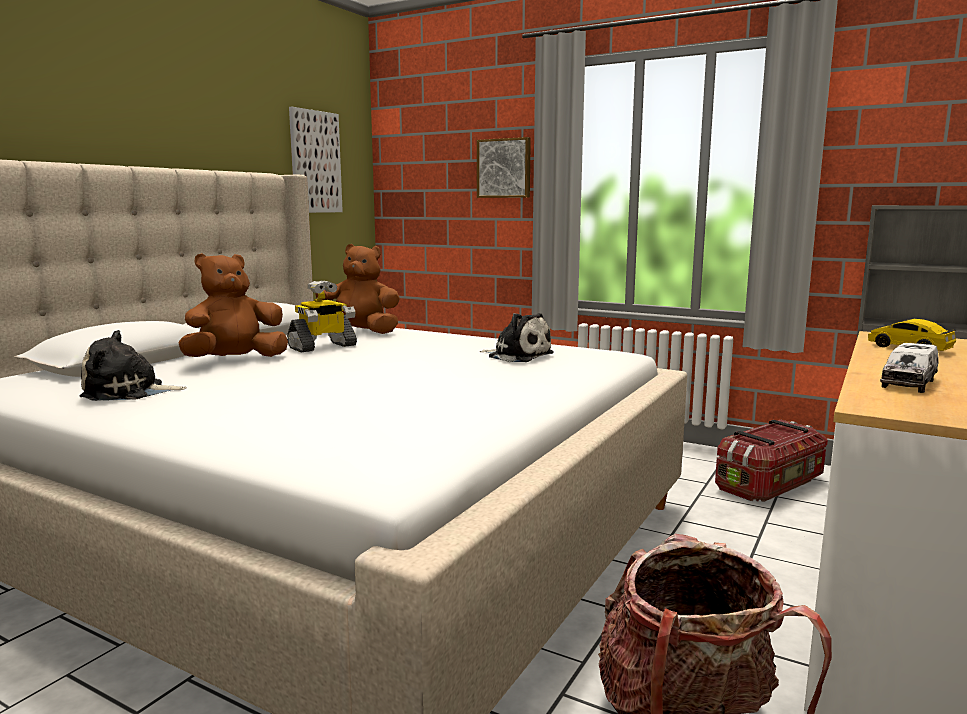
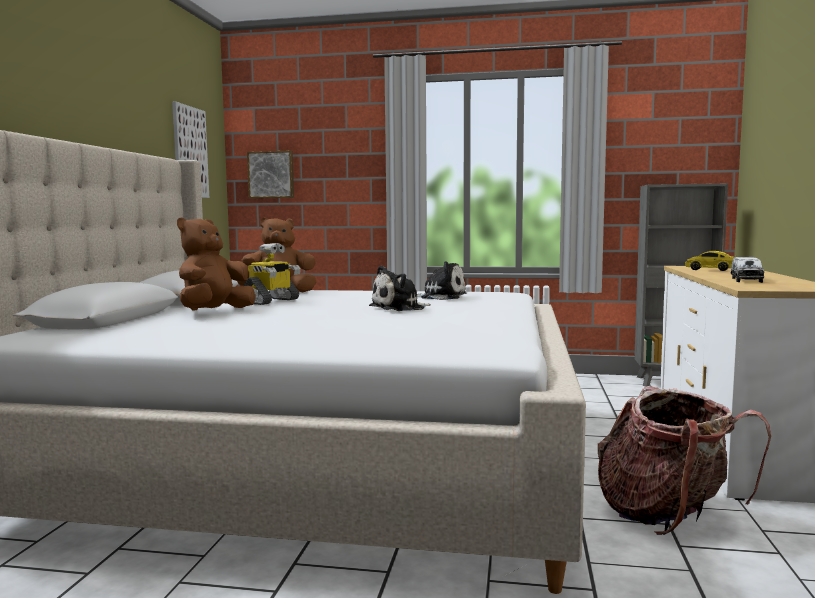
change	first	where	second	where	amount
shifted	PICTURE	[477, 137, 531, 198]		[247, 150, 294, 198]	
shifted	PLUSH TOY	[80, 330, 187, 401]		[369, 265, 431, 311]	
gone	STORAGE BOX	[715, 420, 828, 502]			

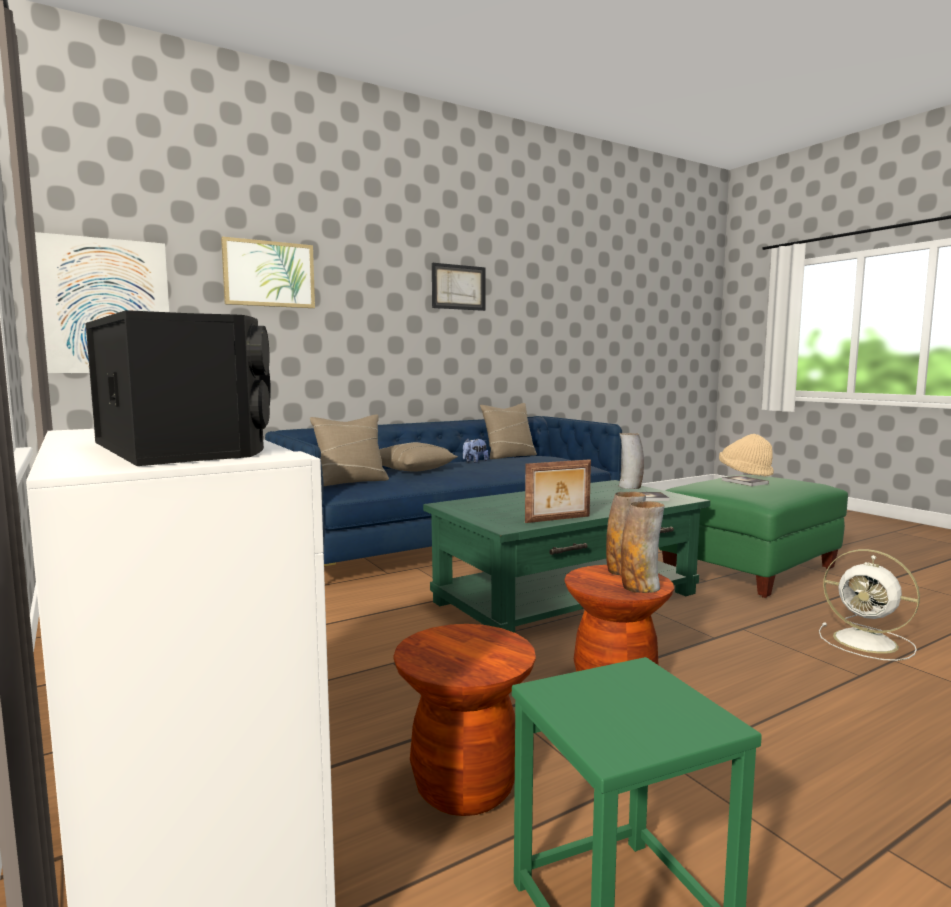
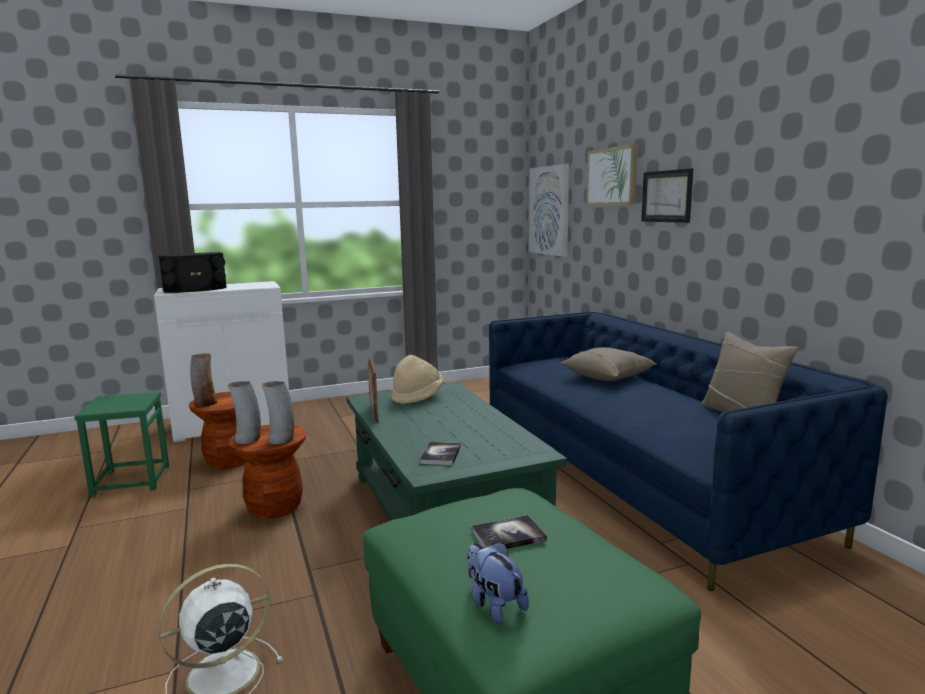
change	first	where	second	where	amount
shifted	VASE	[619, 433, 644, 489]		[190, 353, 217, 407]	
shifted	BEIGE HAT	[719, 434, 774, 476]		[392, 355, 443, 404]	
shifted	PLUSH TOY	[463, 439, 489, 463]		[467, 542, 529, 624]	
shifted	PICTURE	[432, 263, 485, 311]		[641, 168, 693, 223]	
gone	BEIGE PILLOW	[310, 414, 389, 487]			

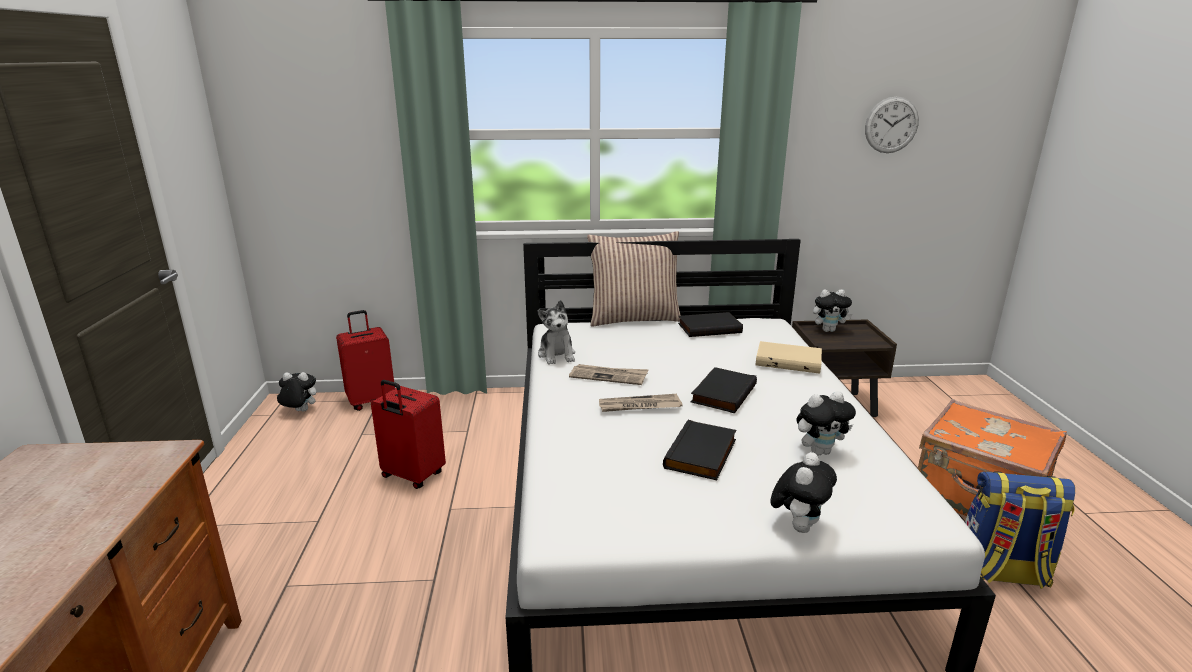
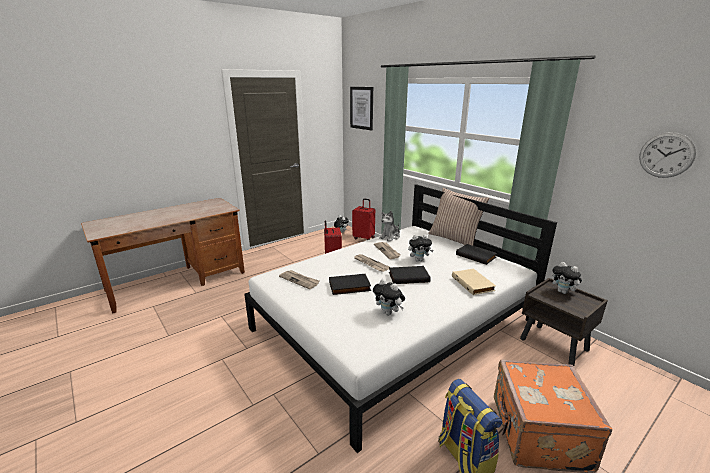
change	first	where	second	where	amount
new			NEWSPAPER	[279, 270, 320, 289]	
new			PICTURE	[350, 87, 373, 131]	
shifted	PLUSH TOY	[771, 452, 837, 533]		[408, 235, 433, 261]	

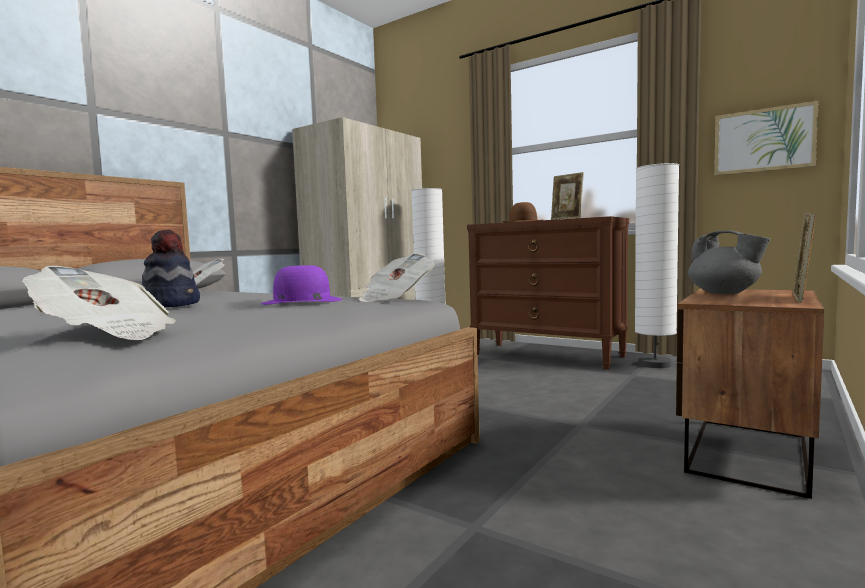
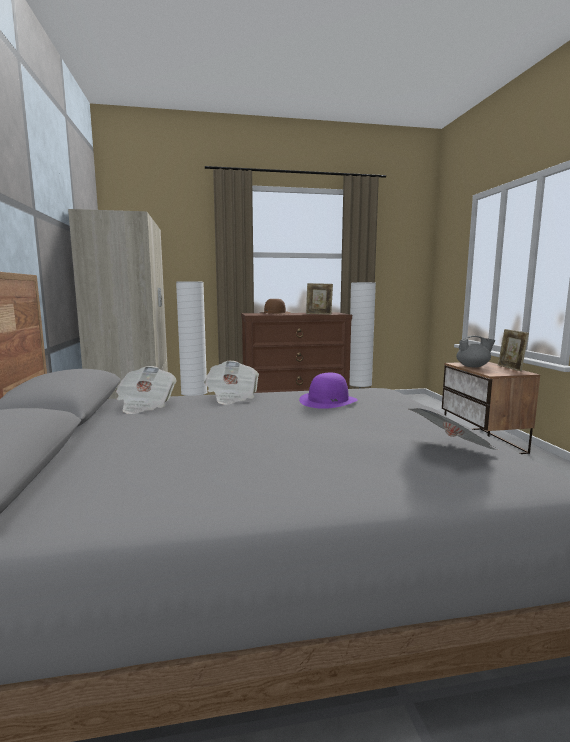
change	first	where	second	where	amount
shifted	NEWSPAPER	[359, 253, 435, 302]		[204, 361, 259, 405]	
gone	HAT	[142, 230, 200, 307]			
gone	PICTURE	[714, 100, 819, 176]			

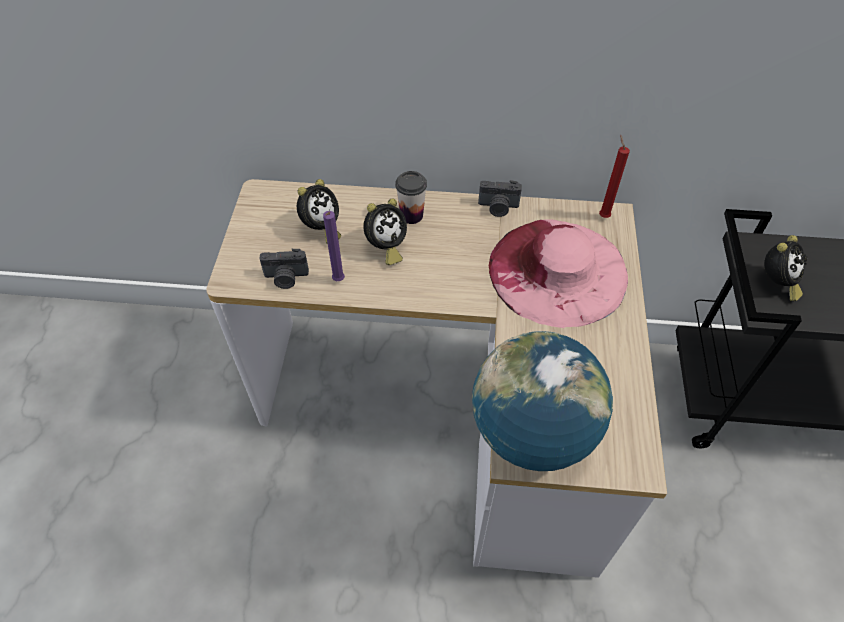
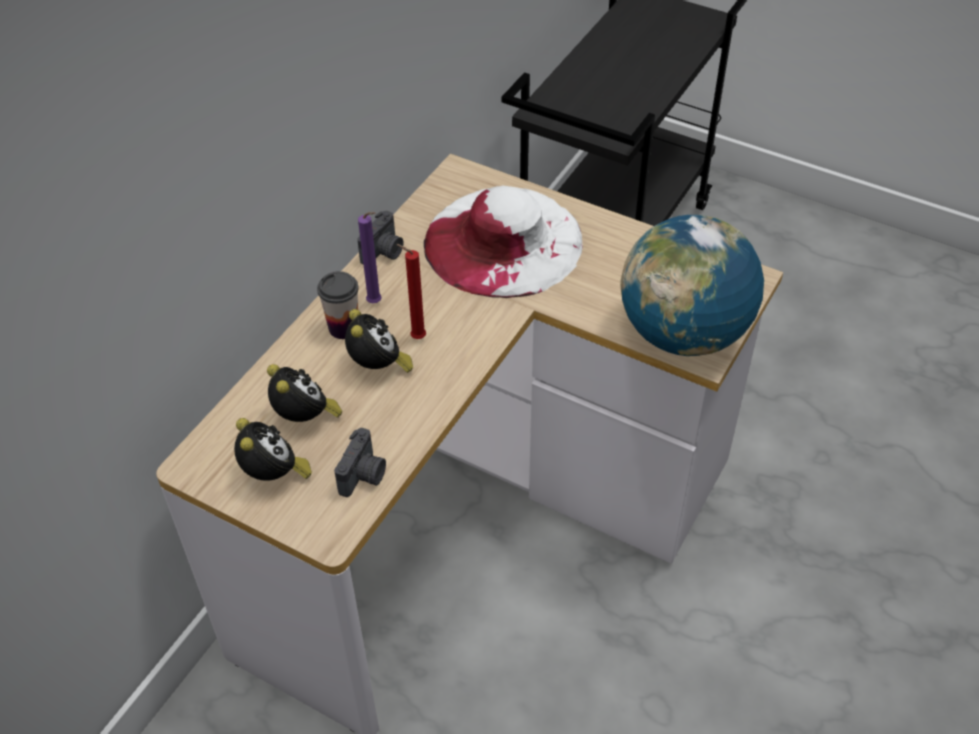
change	first	where	second	where	amount
shifted	ALARM CLOCK	[764, 235, 807, 301]		[234, 418, 312, 481]	
shifted	PURPLE CANDLE	[323, 211, 345, 281]		[358, 212, 381, 303]	
shifted	RED CANDLE	[599, 135, 630, 218]		[397, 244, 426, 339]	
repainted	PINK HAT	[489, 219, 628, 328]	WHITE HAT	[424, 186, 583, 298]	

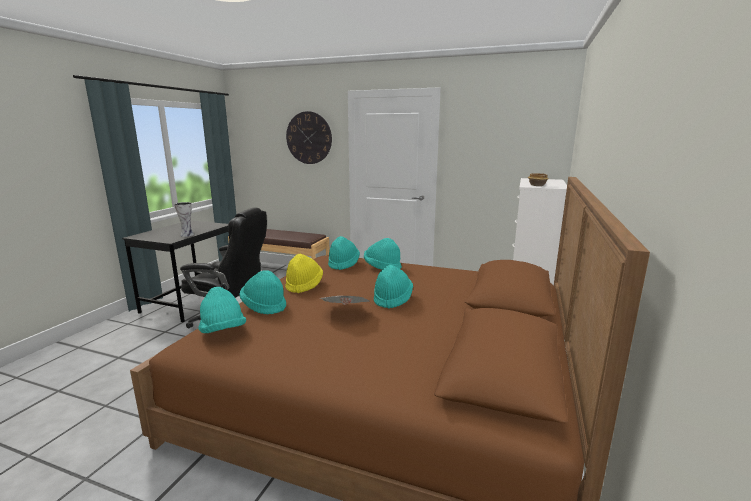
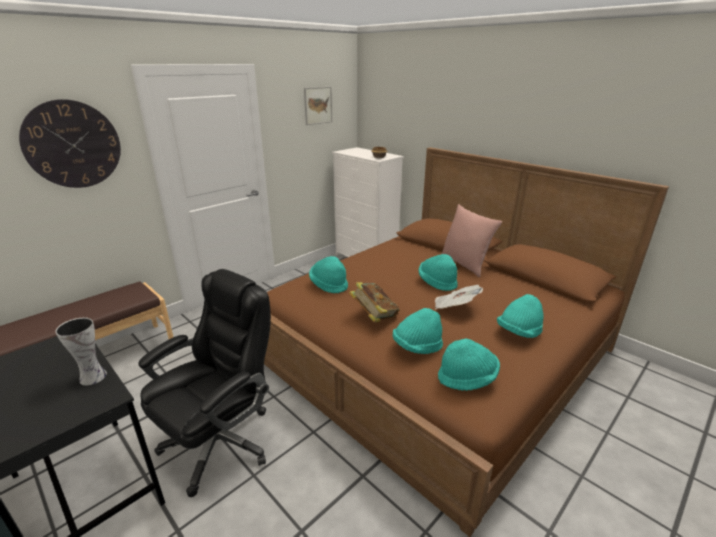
change	first	where	second	where	amount
new			PICTURE	[304, 87, 332, 125]	
swapped	YELLOW HAT	[285, 254, 323, 293]	BOOK	[349, 282, 400, 323]	
new			PINK PILLOW	[442, 204, 502, 277]	
shifted	TURQUOISE HAT	[364, 238, 402, 270]		[497, 294, 544, 338]	

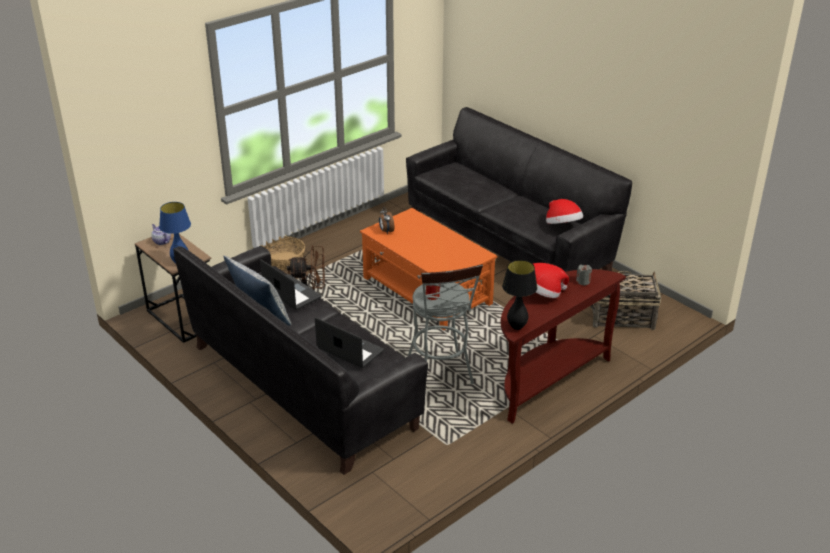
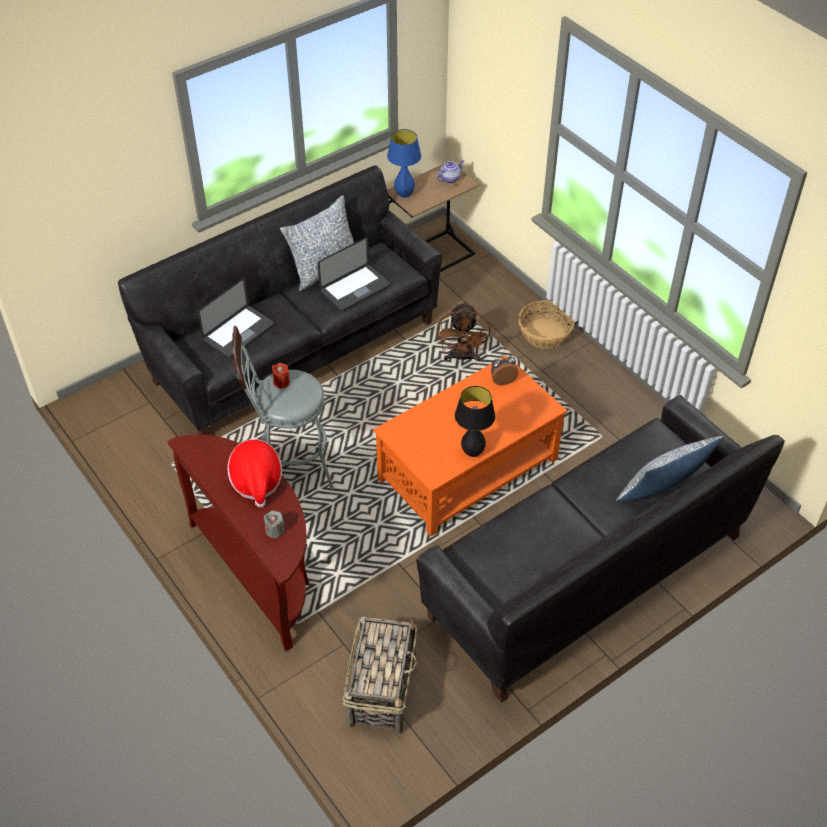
change	first	where	second	where	amount
shifted	BLACK TABLE LAMP	[502, 260, 538, 330]		[455, 386, 495, 457]	
new			PILLOW	[616, 436, 723, 502]	
gone	HAT	[546, 199, 583, 224]			

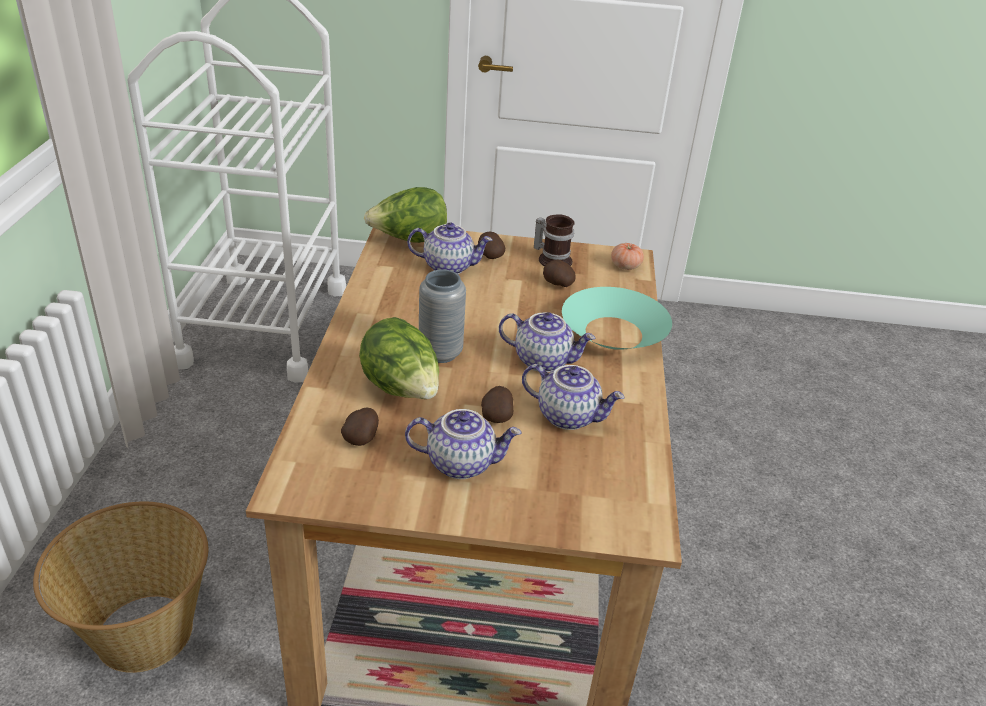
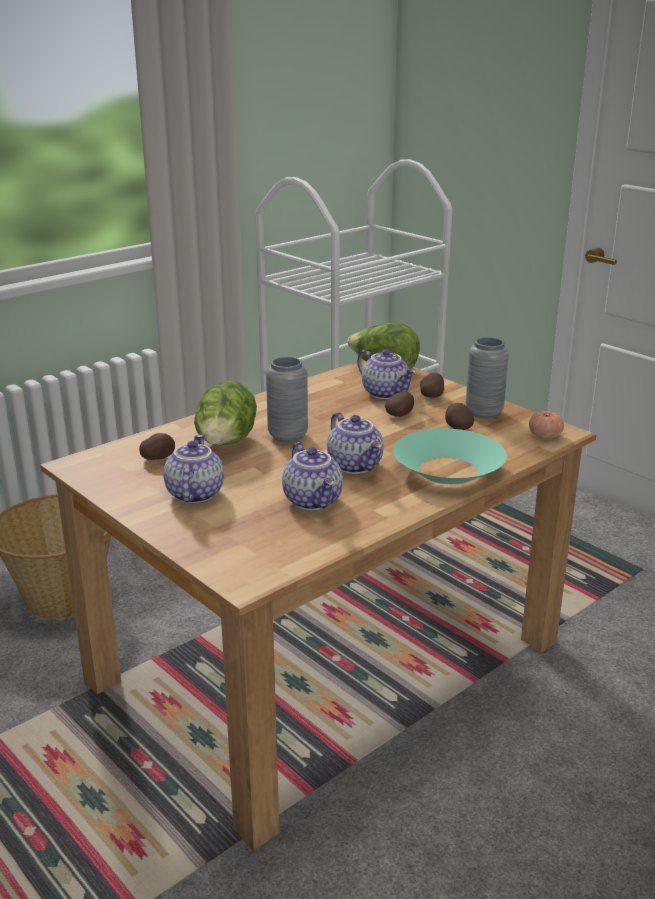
change	first	where	second	where	amount
rotated	TEAPOT	[405, 409, 522, 479]		[164, 435, 224, 503]	135 degrees counterclockwise
shifted	POTATO	[481, 386, 513, 423]		[385, 392, 414, 417]	
swapped	MUG	[534, 214, 575, 267]	GREY VASE	[466, 337, 509, 419]	

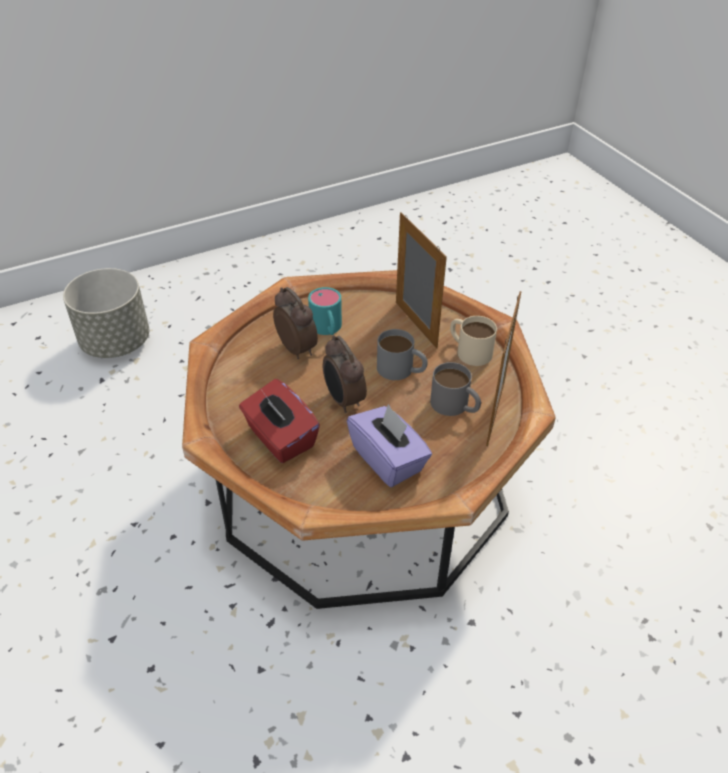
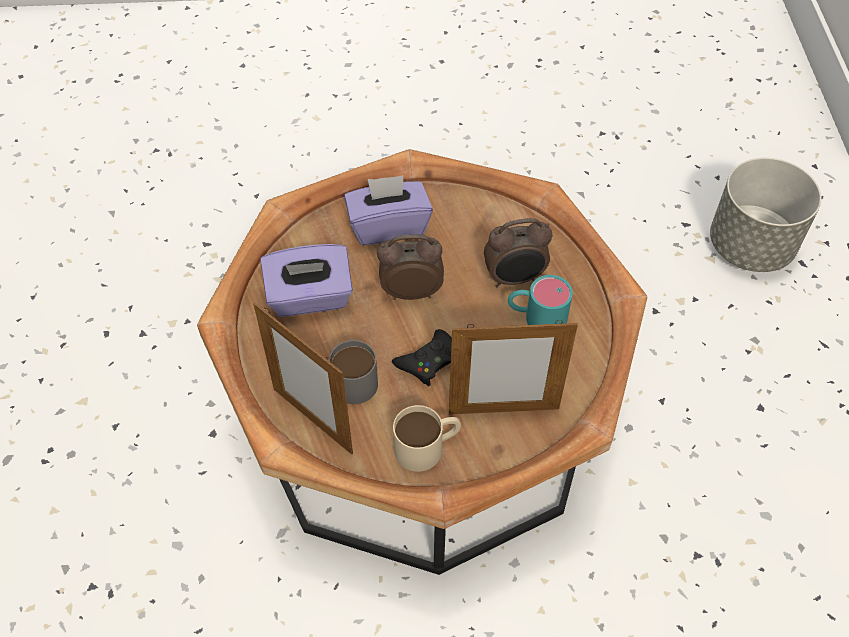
change	first	where	second	where	amount
repainted	RED TISSUE BOX	[239, 379, 320, 463]	PURPLE TISSUE BOX	[344, 175, 433, 245]	
swapped	GREY MUG	[377, 329, 428, 380]	BLACK GAME CONTROLLER	[392, 329, 452, 386]	

